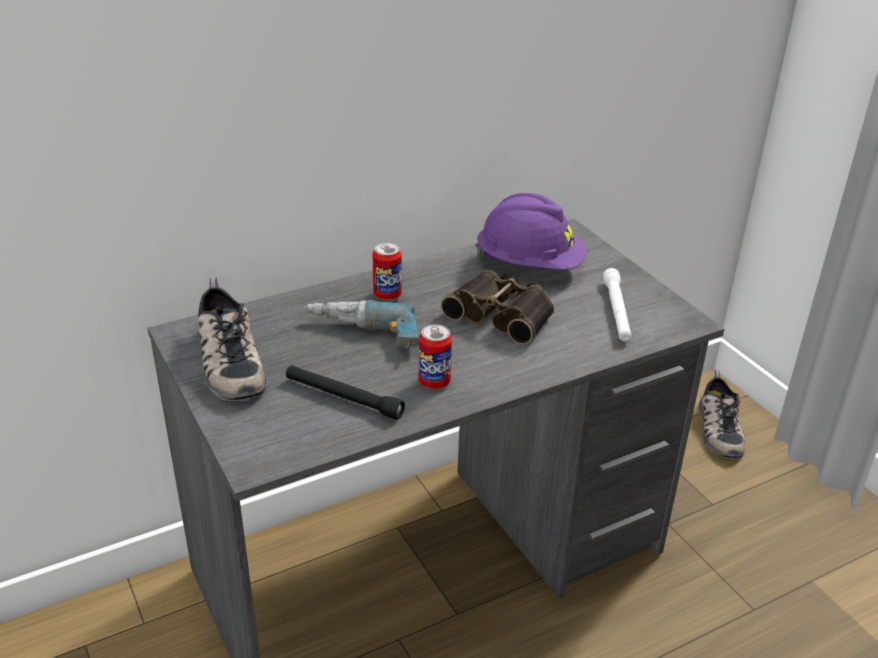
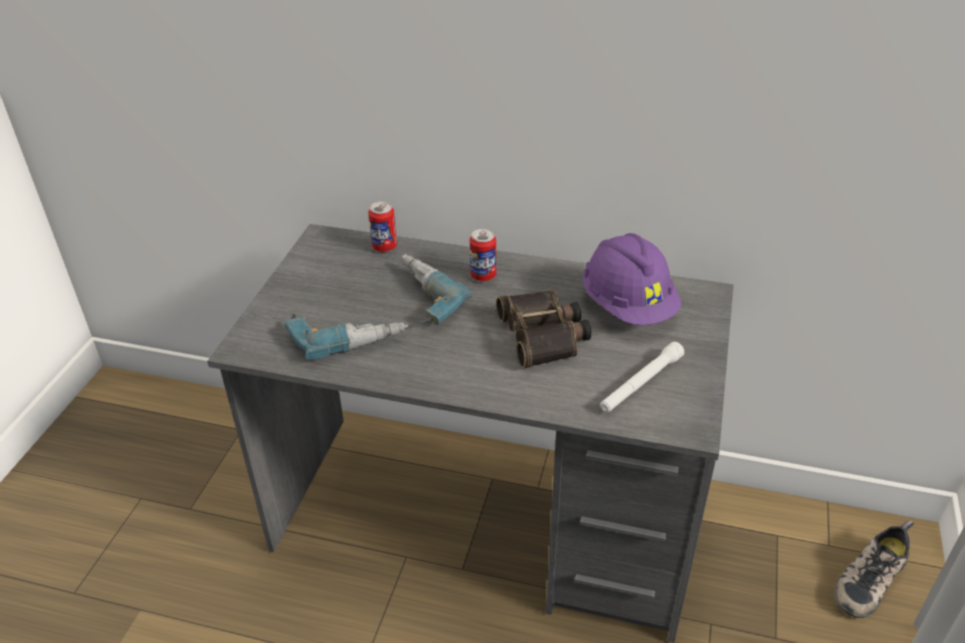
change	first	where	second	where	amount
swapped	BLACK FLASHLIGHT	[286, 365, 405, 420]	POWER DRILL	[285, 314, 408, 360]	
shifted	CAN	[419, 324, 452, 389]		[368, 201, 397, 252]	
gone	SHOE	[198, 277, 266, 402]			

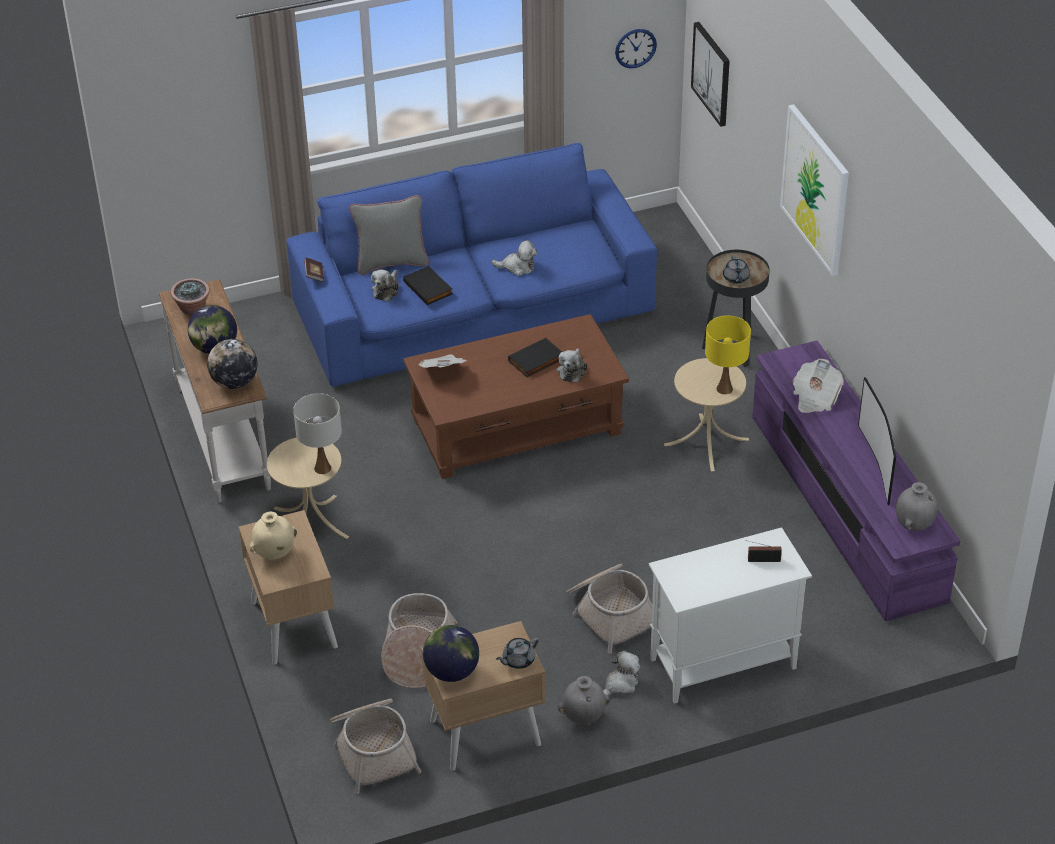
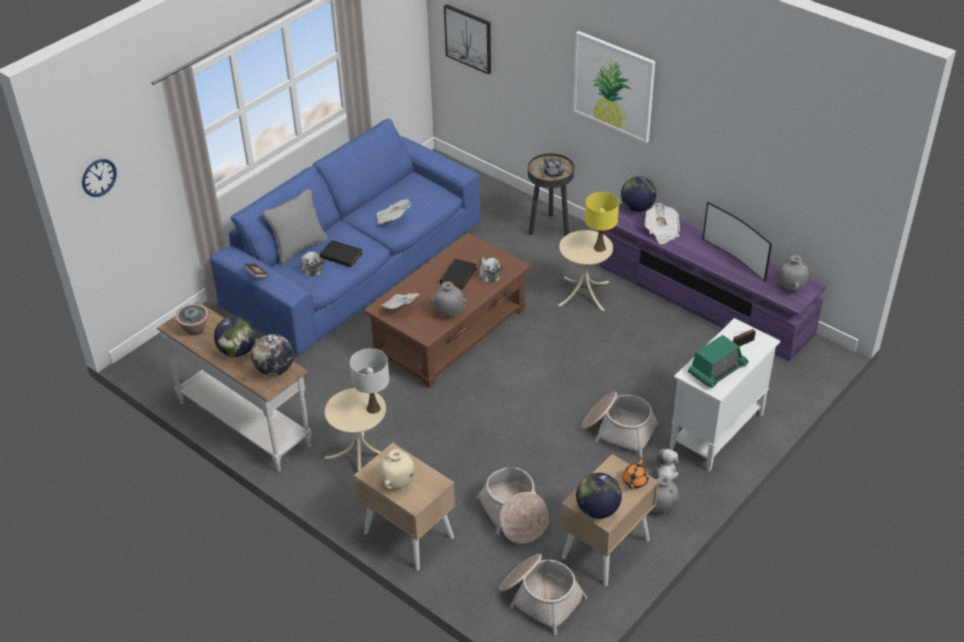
change	first	where	second	where	amount
shifted	WALL CLOCK	[615, 29, 657, 68]		[82, 159, 117, 197]	
swapped	PLUSH TOY	[492, 240, 537, 276]	NEWSPAPER	[377, 199, 411, 224]	
new			GREY VASE	[430, 282, 467, 316]	
new			GLOBE	[621, 176, 656, 212]	
repainted	GREY TEAPOT	[496, 638, 539, 669]	ORANGE TEAPOT	[622, 459, 648, 489]	
new			RADIO	[688, 335, 748, 388]	

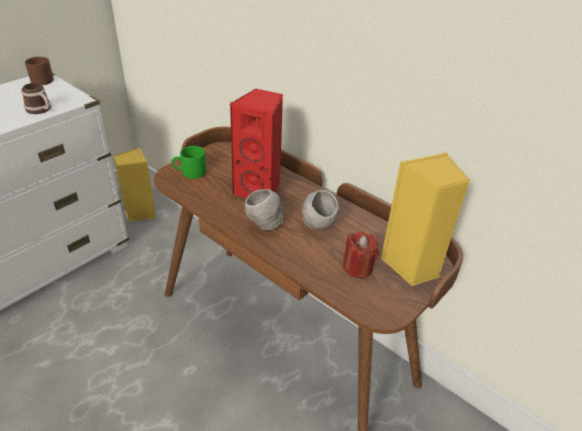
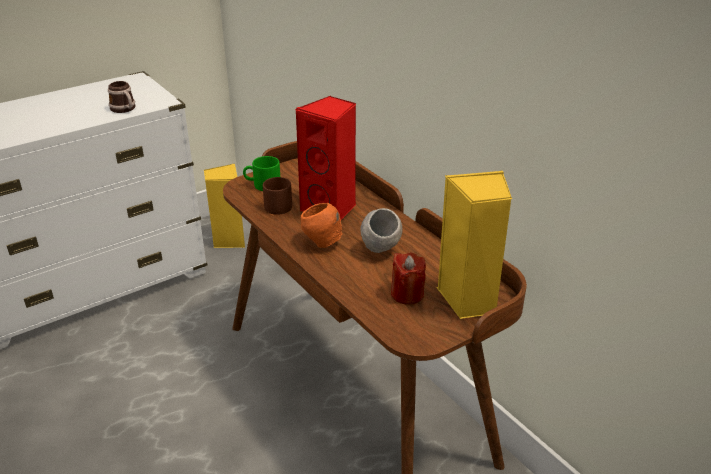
change	first	where	second	where	amount
shifted	BROWN MUG	[25, 57, 54, 85]		[263, 177, 292, 215]	
repainted	GREY BOWL	[245, 189, 283, 230]	ORANGE BOWL	[301, 203, 342, 248]	

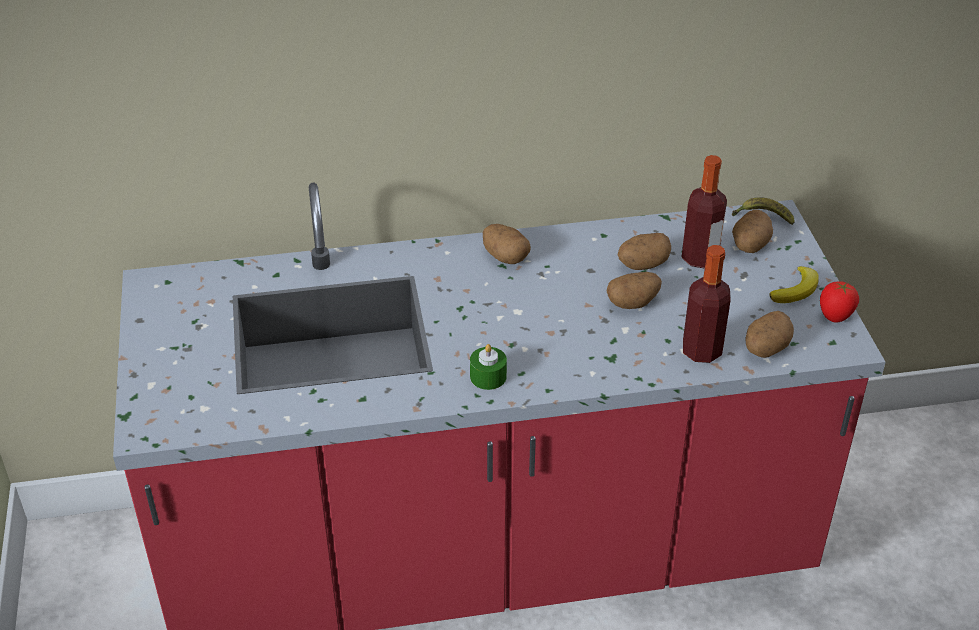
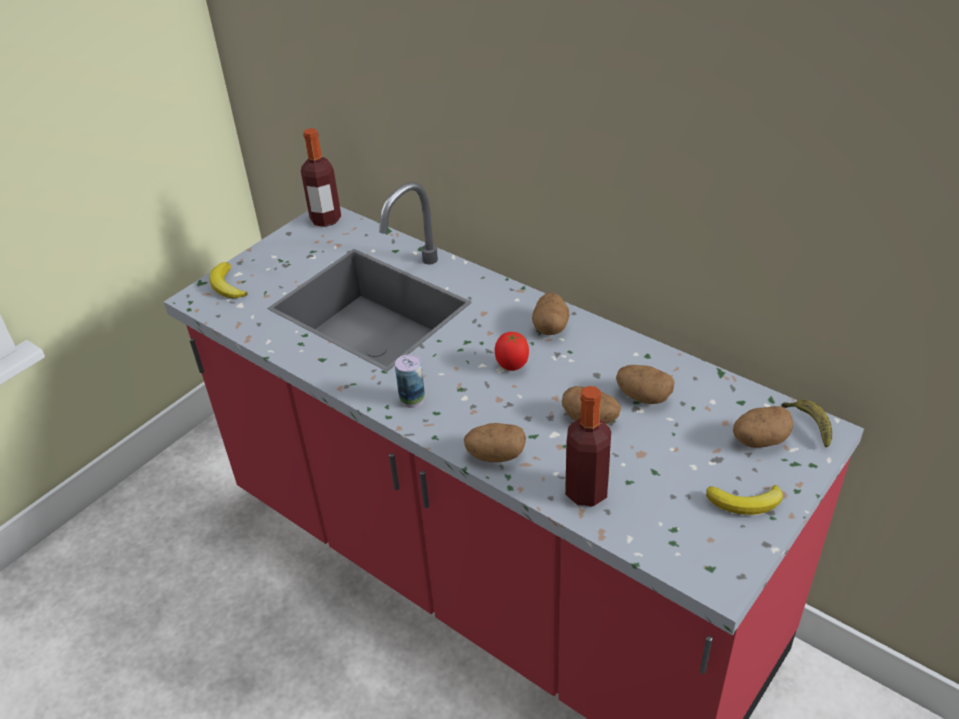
change	first	where	second	where	amount
new			BANANA	[209, 262, 248, 298]	
shifted	BOTTLE	[682, 155, 727, 268]		[301, 128, 341, 227]	
swapped	GREEN CANDLE	[470, 344, 507, 390]	CAN	[395, 354, 425, 408]	
shifted	POTATO	[745, 311, 794, 358]		[464, 423, 526, 462]	
shifted	TOMATO	[820, 281, 859, 323]		[495, 332, 529, 371]	

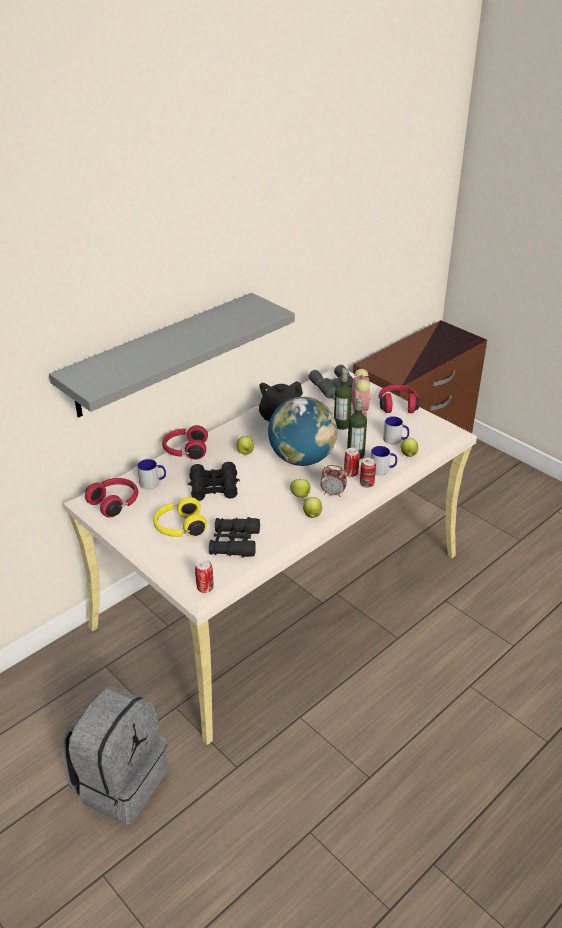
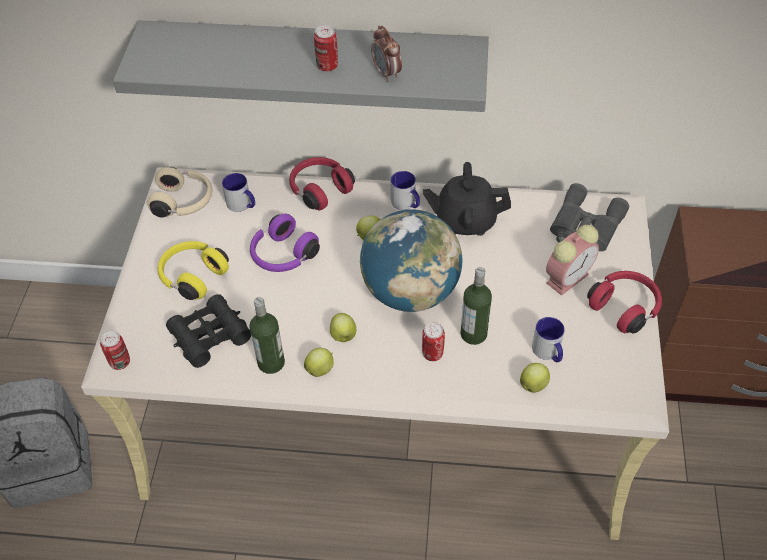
change	first	where	second	where	amount
repainted	RED HEADPHONES	[85, 478, 138, 517]	BEIGE HEADPHONES	[147, 167, 212, 217]	
shifted	BOTTLE	[334, 368, 352, 430]		[249, 297, 285, 374]	
swapped	BLACK BINOCULARS	[188, 462, 240, 501]	PURPLE HEADPHONES	[250, 214, 320, 272]	
shifted	CAN	[360, 458, 376, 488]		[314, 25, 338, 71]	
shifted	ALARM CLOCK	[320, 465, 347, 497]		[371, 26, 402, 82]	
shifted	MUG	[371, 446, 397, 475]		[391, 171, 420, 210]	

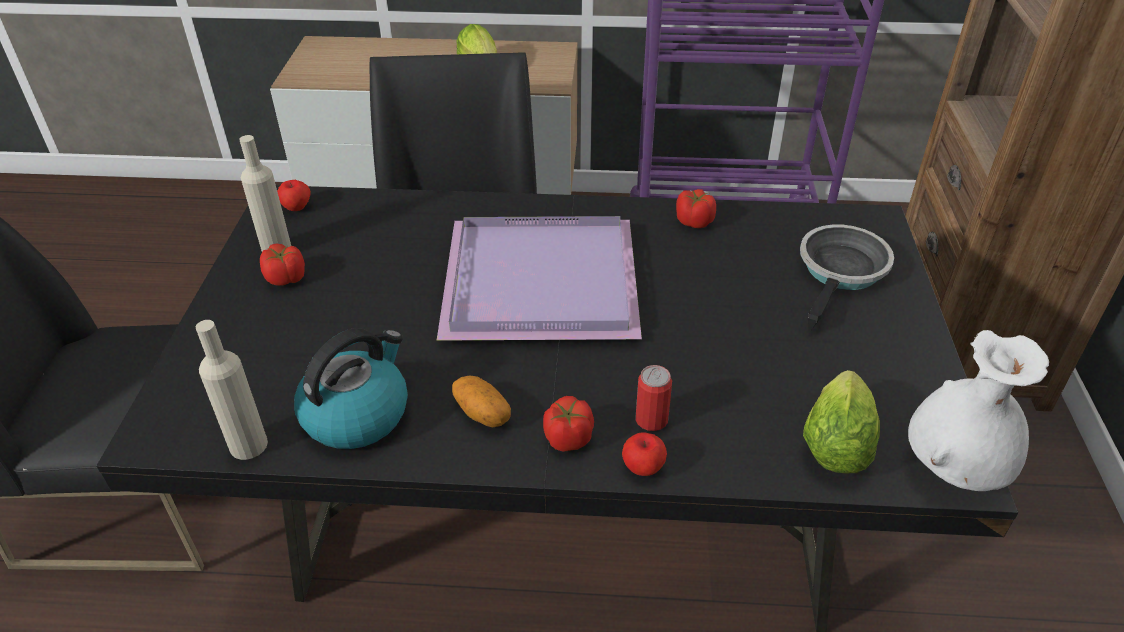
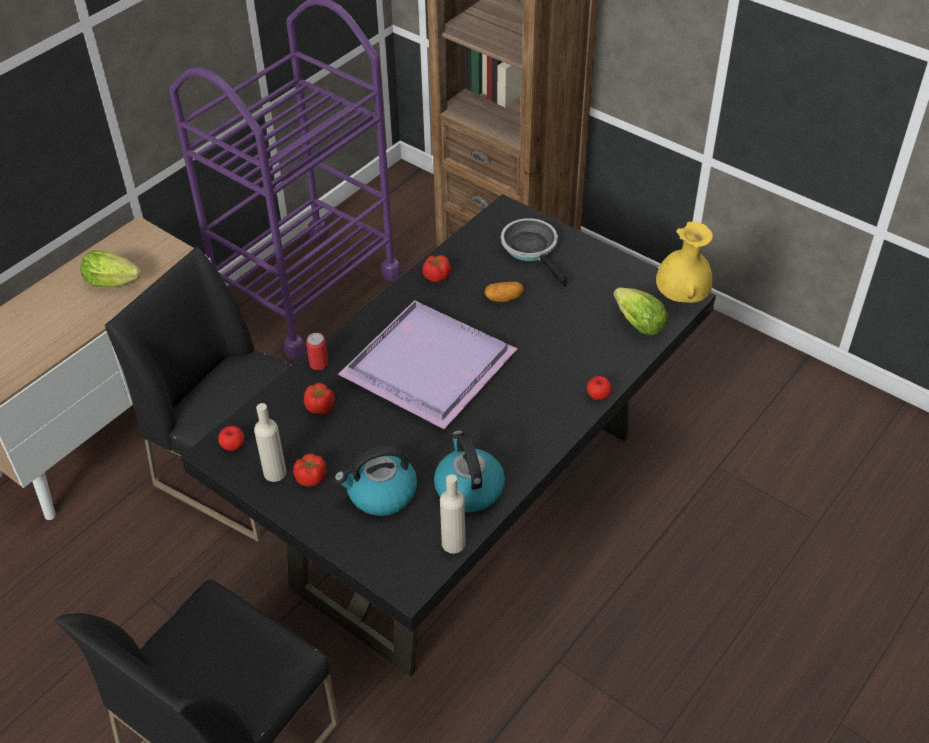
change	first	where	second	where	amount
shifted	TOMATO	[543, 396, 594, 452]		[304, 383, 334, 414]	
shifted	CAN	[635, 365, 672, 431]		[306, 333, 328, 370]	
new			KETTLE	[335, 446, 417, 516]	
shifted	POTATO	[452, 376, 511, 427]		[485, 282, 524, 302]	
repainted	WHITE VASE	[908, 330, 1049, 491]	YELLOW VASE	[656, 221, 713, 303]	

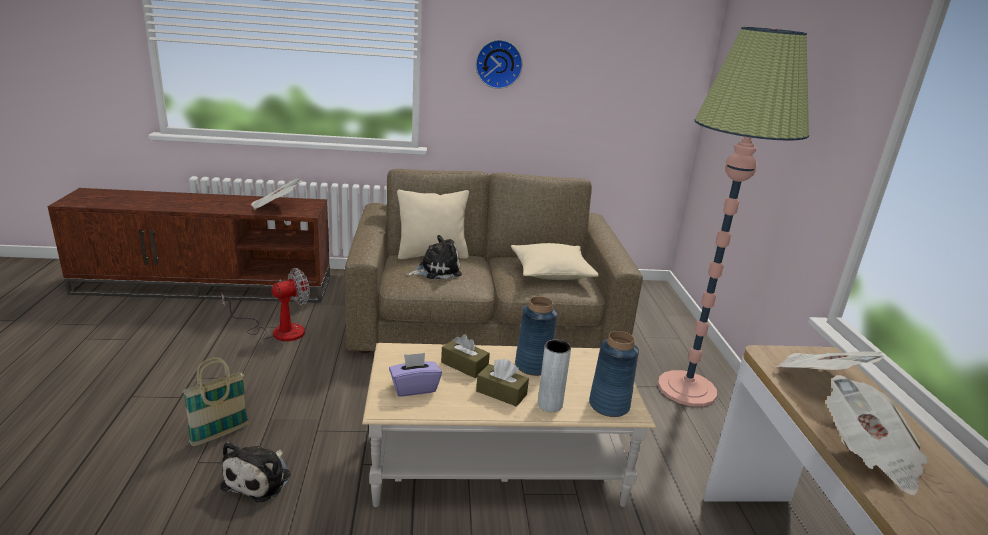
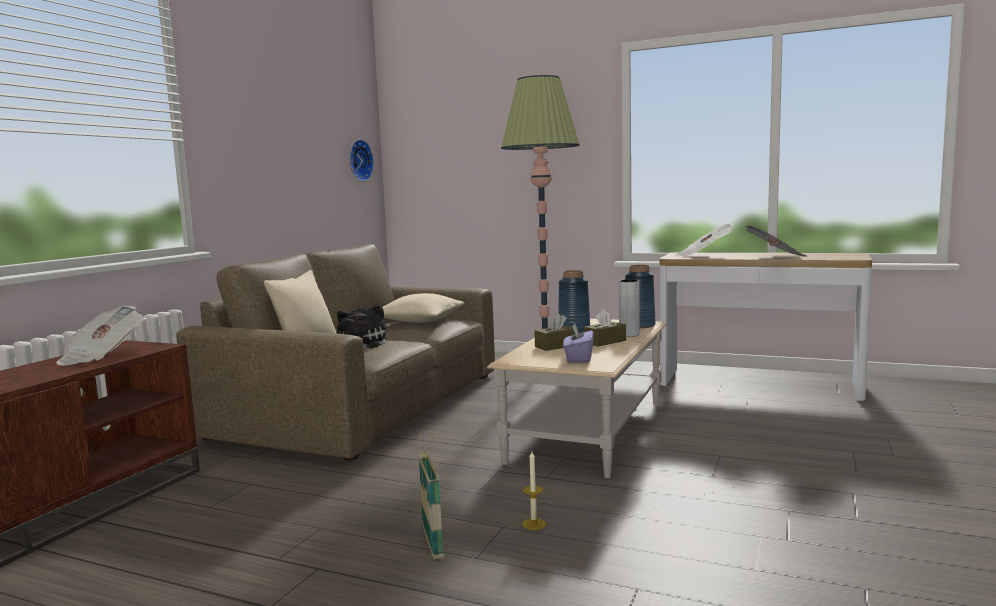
change	first	where	second	where	amount
shifted	WALL CLOCK	[476, 40, 523, 89]		[349, 139, 374, 182]	
swapped	PLUSH TOY	[220, 442, 291, 502]	CANDLE	[522, 451, 546, 530]	
gone	FAN	[221, 268, 310, 341]			

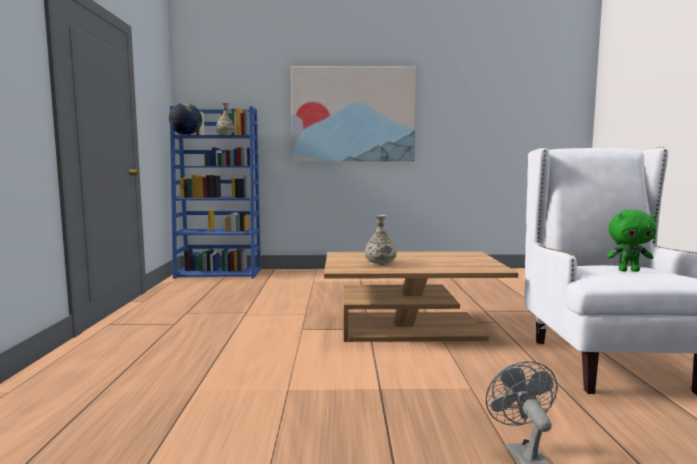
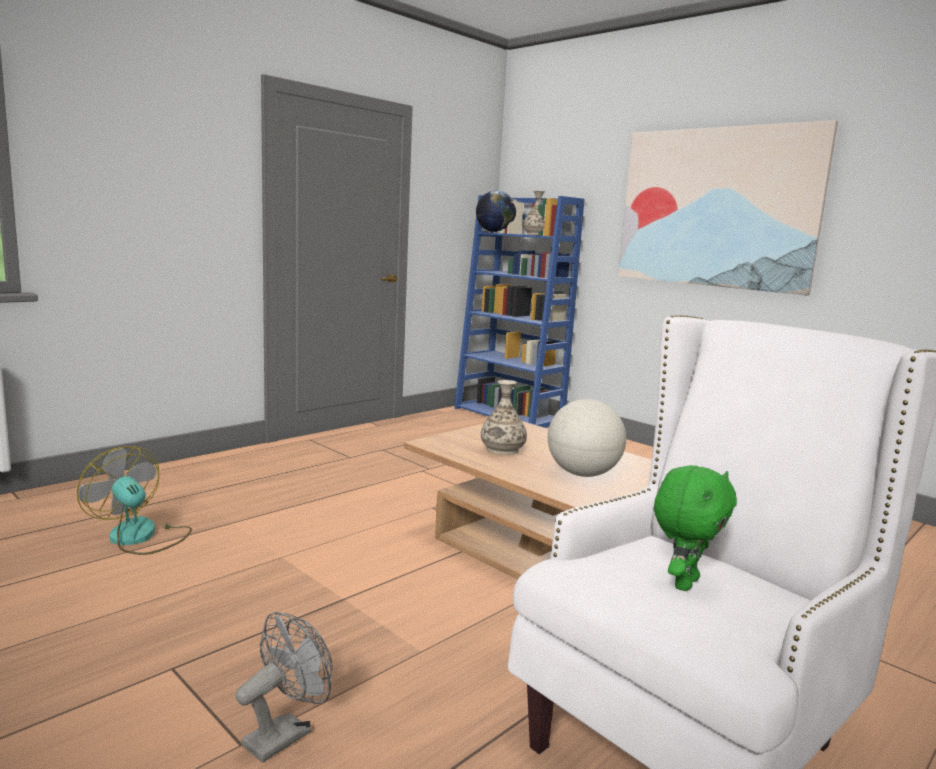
change	first	where	second	where	amount
new			FAN	[77, 446, 192, 555]	
new			GLOBE	[548, 399, 626, 477]	
rotated	GREEN PLUSH TOY	[607, 210, 657, 272]		[654, 465, 737, 591]	105 degrees counterclockwise

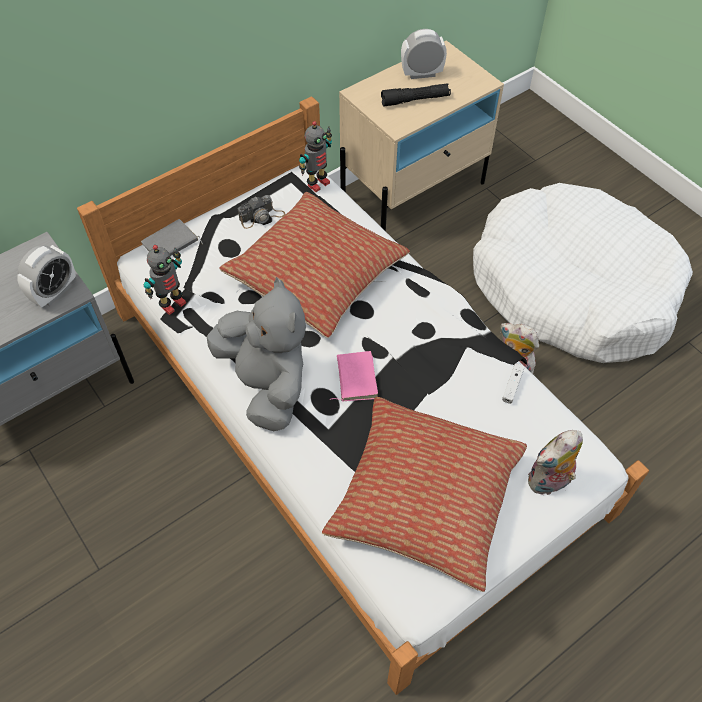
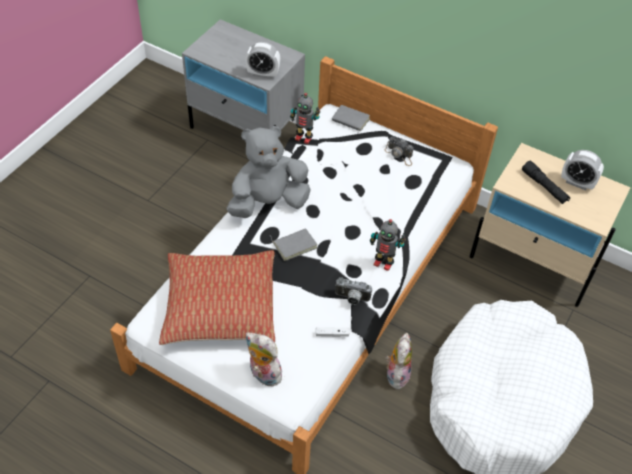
change	first	where	second	where	amount
rotated	GREY PLUSH TOY	[206, 277, 306, 431]		[227, 126, 311, 218]	150 degrees counterclockwise
repainted	PINK BOOK	[330, 351, 378, 401]	GREY BOOK	[270, 228, 318, 261]	
new			PHOTO CAMERA	[335, 277, 372, 305]	
shifted	TOY ROBOT	[299, 121, 332, 192]		[370, 219, 406, 271]	
rotated	ALARM CLOCK	[401, 29, 447, 79]		[561, 150, 604, 190]	150 degrees clockwise
gone	PILLOW	[219, 192, 410, 338]			

